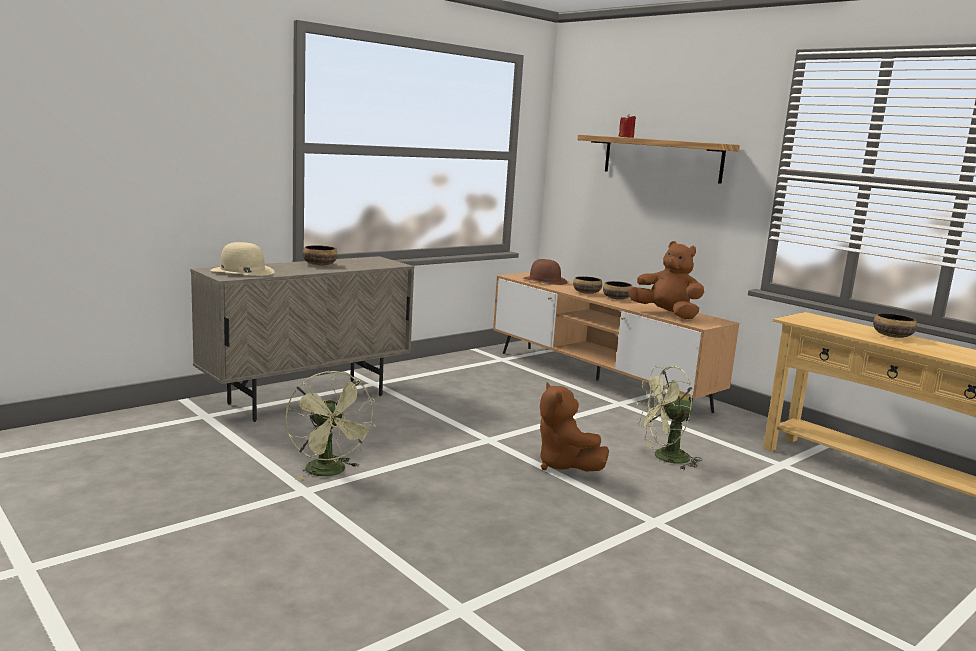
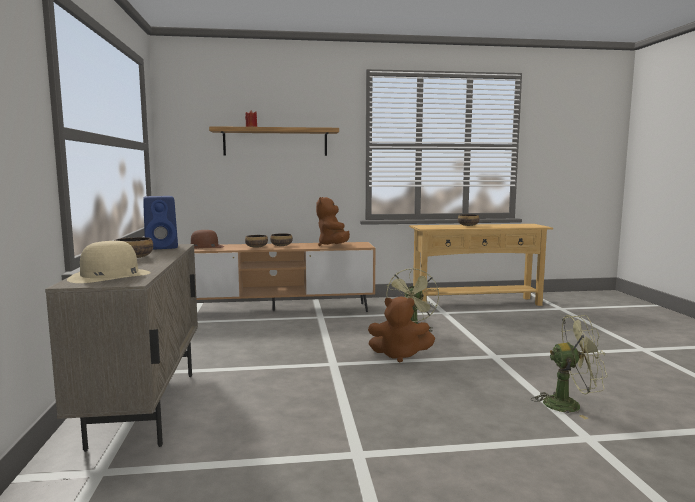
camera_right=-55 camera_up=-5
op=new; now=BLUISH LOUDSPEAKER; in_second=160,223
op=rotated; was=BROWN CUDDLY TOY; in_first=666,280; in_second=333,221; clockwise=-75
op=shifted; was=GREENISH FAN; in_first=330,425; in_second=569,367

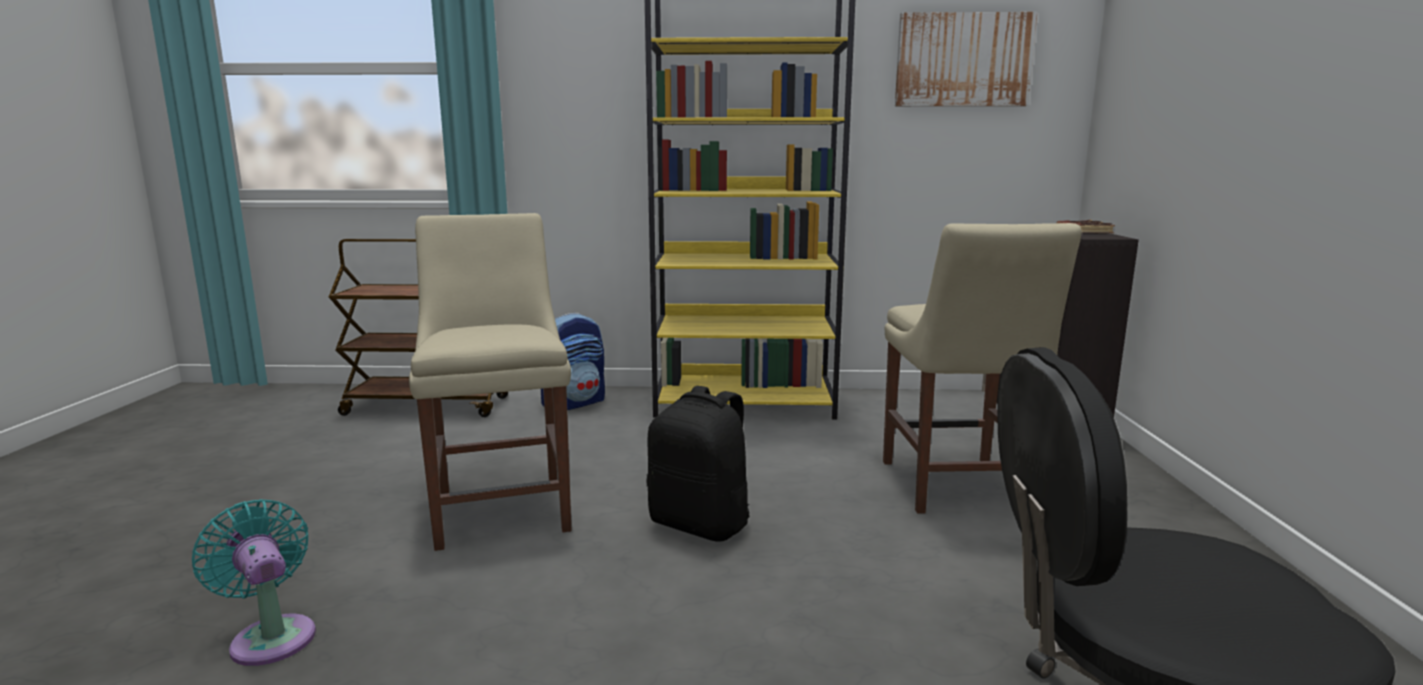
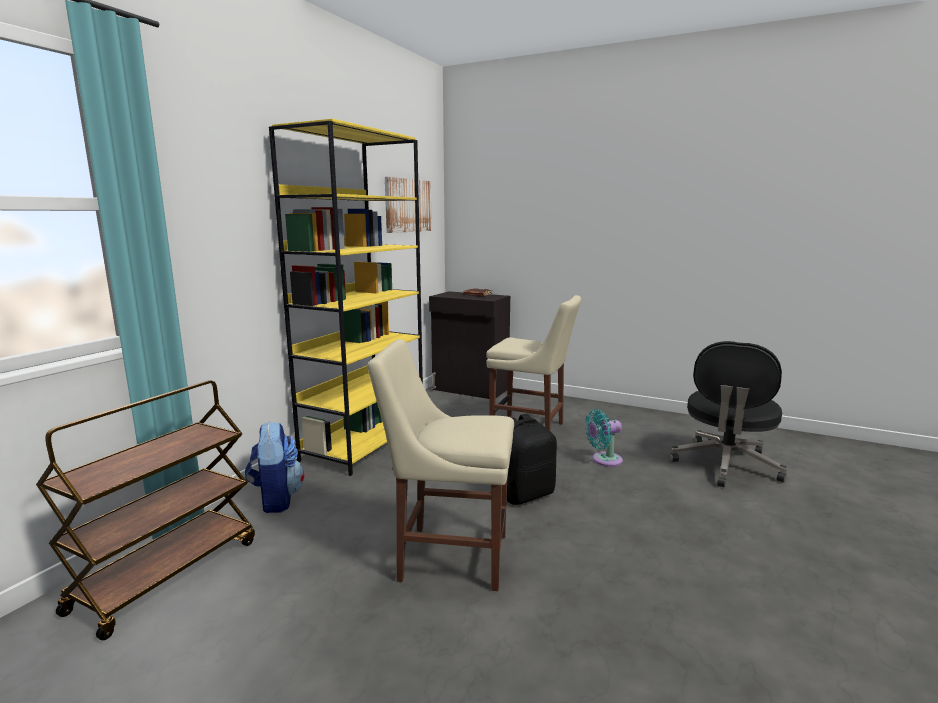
camera_right=-65 camera_up=0
op=shifted; was=BLUE-GREEN FAN; in_first=254,582; in_second=604,438

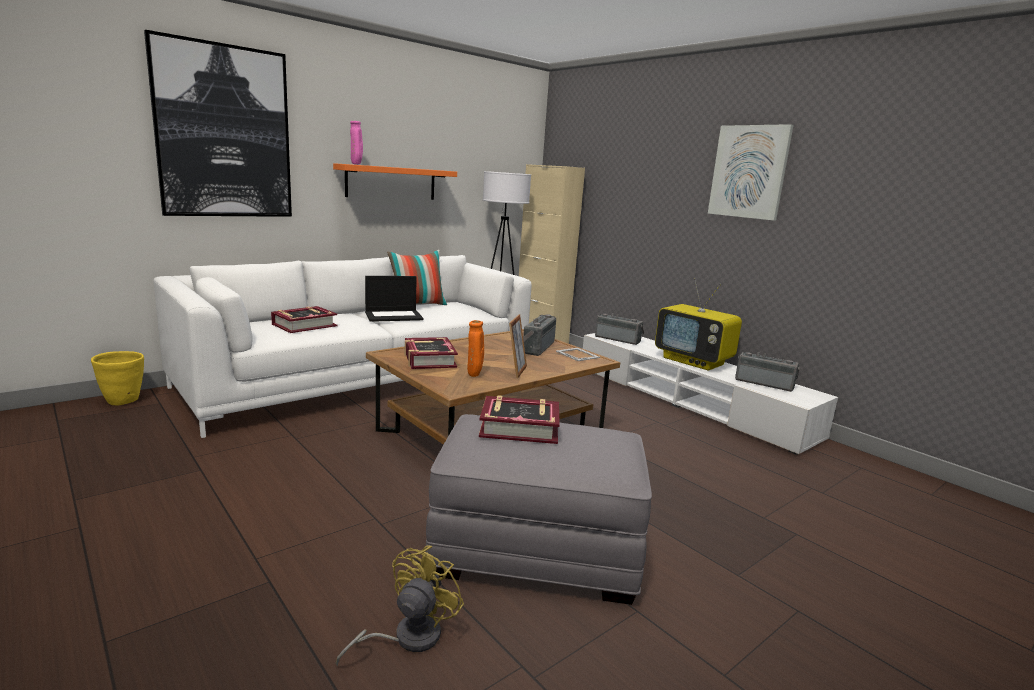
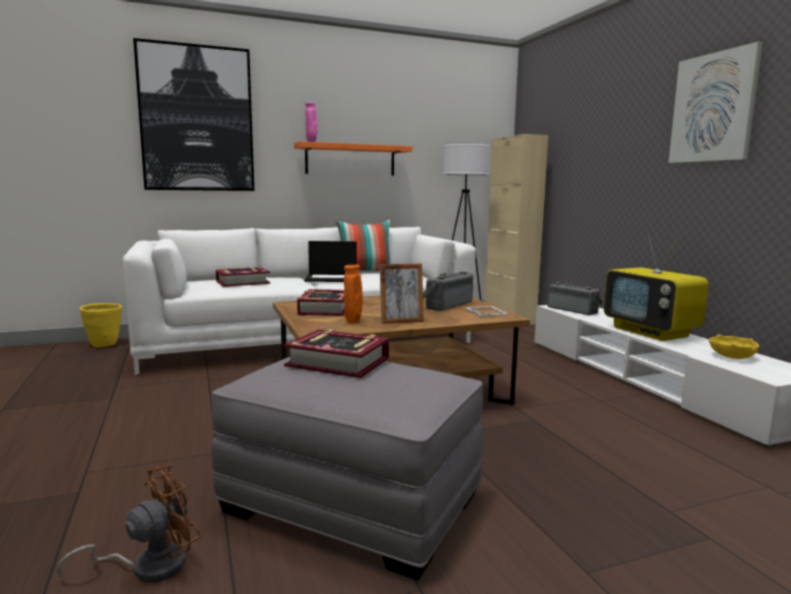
camera_right=20 camera_up=-5
op=repainted; was=YELLOW FAN; now=BROWN FAN; in_first=400,605; in_second=129,523
op=rotated; was=STANDING FRAME; in_first=518,346; in_second=402,294; clockwise=45
op=swapped; was=RADIO SET; now=YELLOW SERVING BOWL; in_first=767,372; in_second=734,346

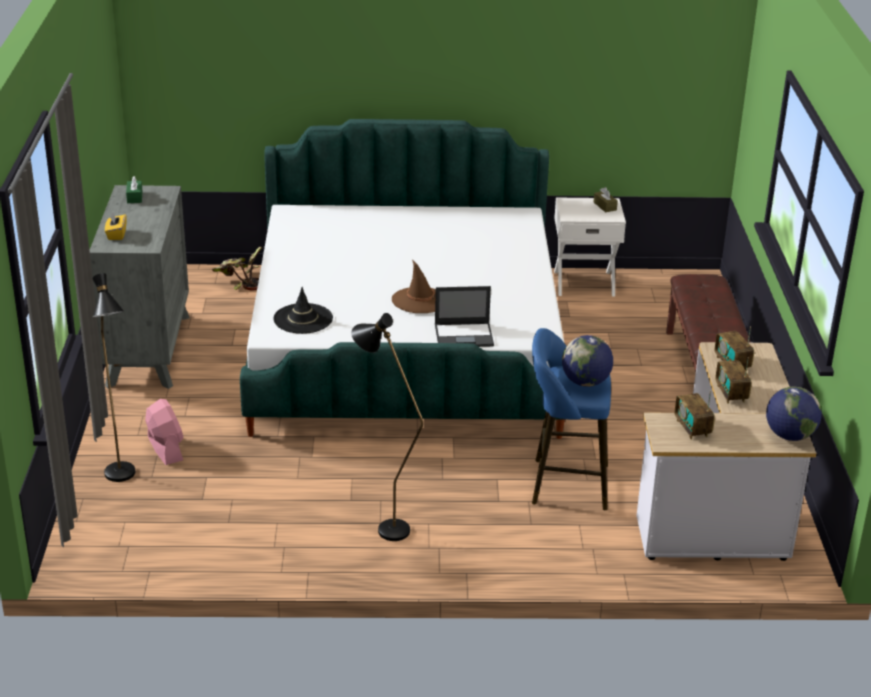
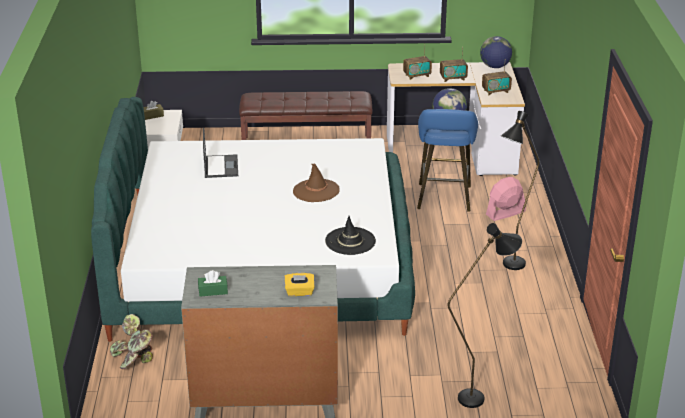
camera_right=-90 camera_up=0
op=shifted; was=NOTEBOOK COMPUTER; in_first=464,316; in_second=220,153
op=shifted; was=PINK-COLOURED FAN; in_first=164,432; in_second=506,199

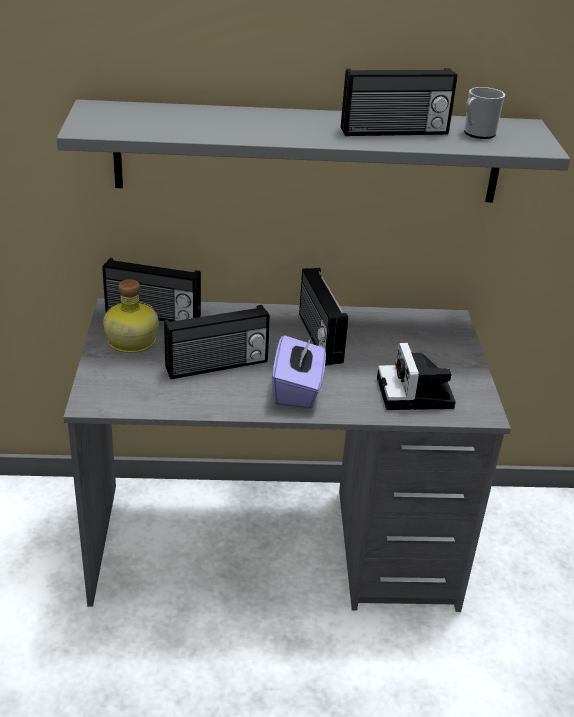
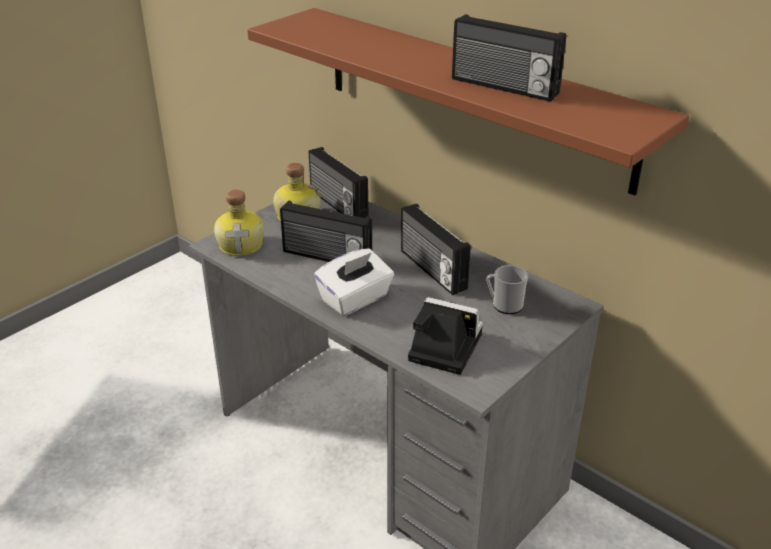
camera_right=45 camera_up=0
op=new; now=DRINK BOTTLE; in_second=239,223
op=repainted; was=GREYISH BRACKET SHELF; now=BROWN BRACKET SHELF; in_first=313,151; in_second=468,101
op=repainted; was=PURPLE-COLOURED BOX OF TISSUES; now=WHITE-COLOURED BOX OF TISSUES; in_first=299,372; in_second=354,282
op=rotated; was=RADIO SET; in_first=323,317; in_second=436,249; clockwise=-60
op=rotated; was=STILL CAMERA; in_first=416,376; in_second=445,336; clockwise=75
op=shifted; was=TEA MUG; in_first=484,113; in_second=507,289

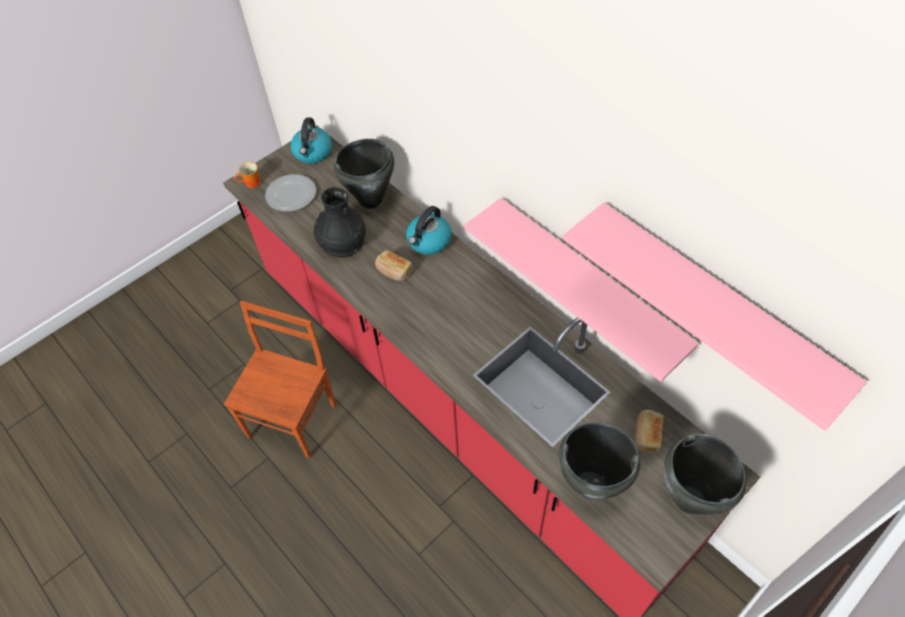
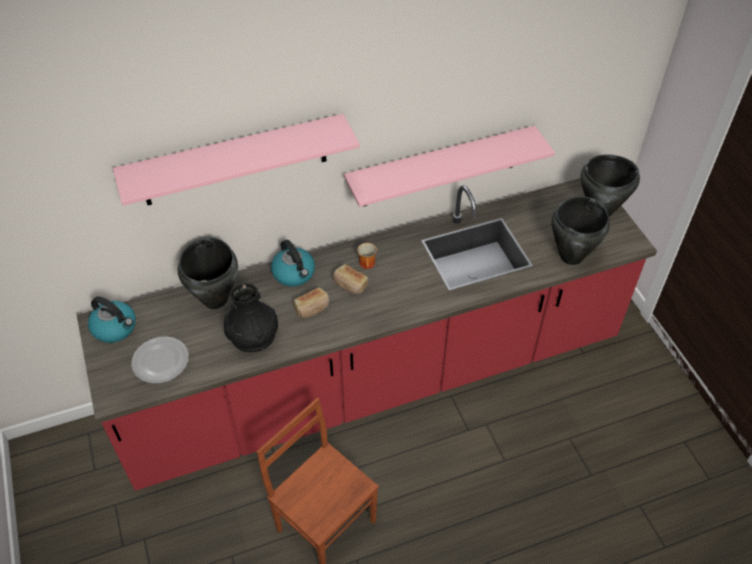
camera_right=-70 camera_up=-5
op=shifted; was=PINK-COLOURED BRACKET SHELF; in_first=714,317; in_second=236,160
op=shifted; was=BAKED BREAD; in_first=649,431; in_second=350,279
op=shifted; was=TEA MUG; in_first=247,175; in_second=367,256

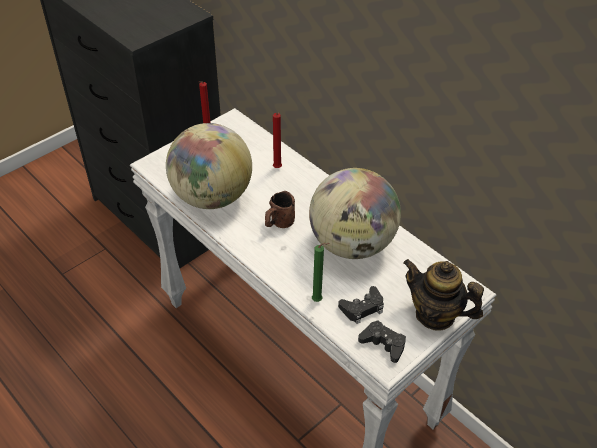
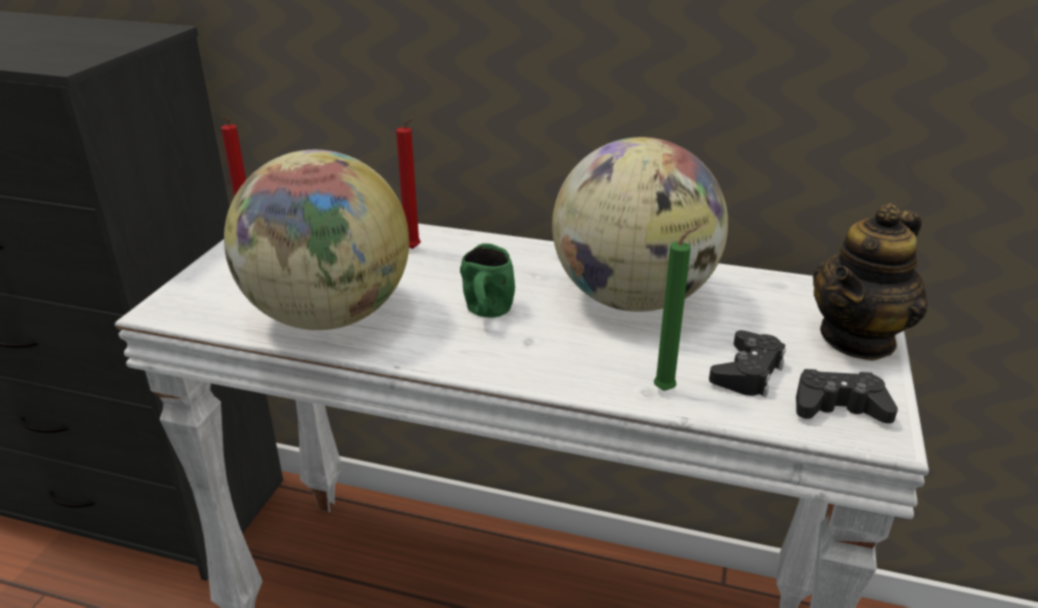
camera_right=-30 camera_up=-15
op=repainted; was=BROWN TEA MUG; now=GREENISH TEA MUG; in_first=280,209; in_second=487,280
op=rotated; was=TEA POT; in_first=443,295; in_second=870,282; clockwise=-45

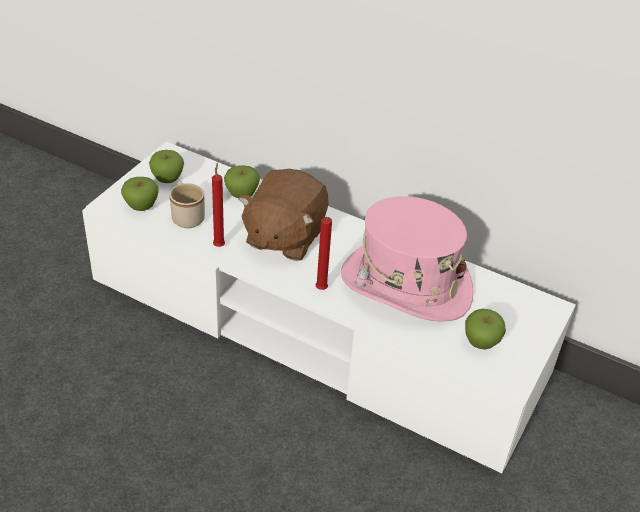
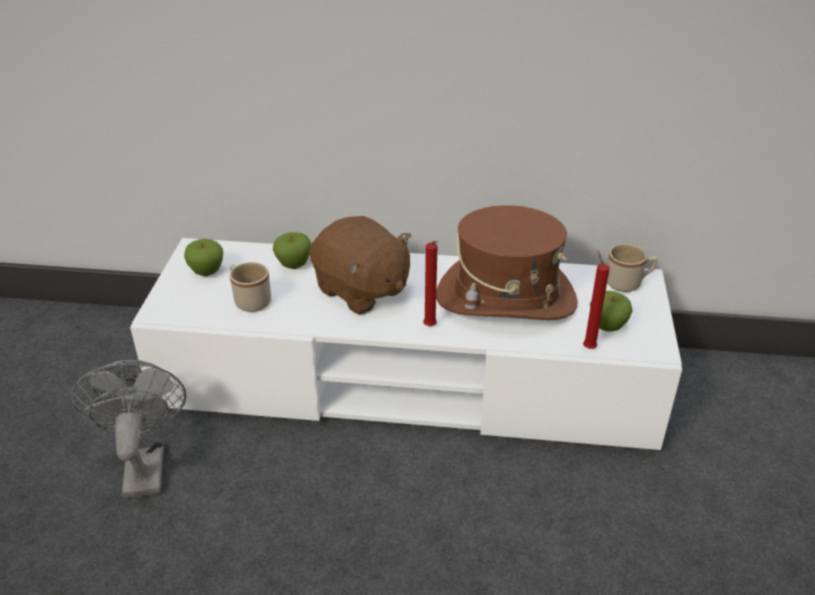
camera_right=-20 camera_up=-5
op=new; now=GREYISH FAN; in_second=128,429
op=rotated; was=BROWN CUDDLY TOY; in_first=283,215; in_second=360,265; clockwise=-45
op=repainted; was=PINK-COLOURED HAT; now=BROWN HAT; in_first=407,259; in_second=507,262
op=shifted; was=RED CANDLE; in_first=218,205; in_second=596,300
op=new; now=BEIGE-COLOURED TEA MUG; in_second=632,268
op=gone; was=APPLE; in_first=140,194

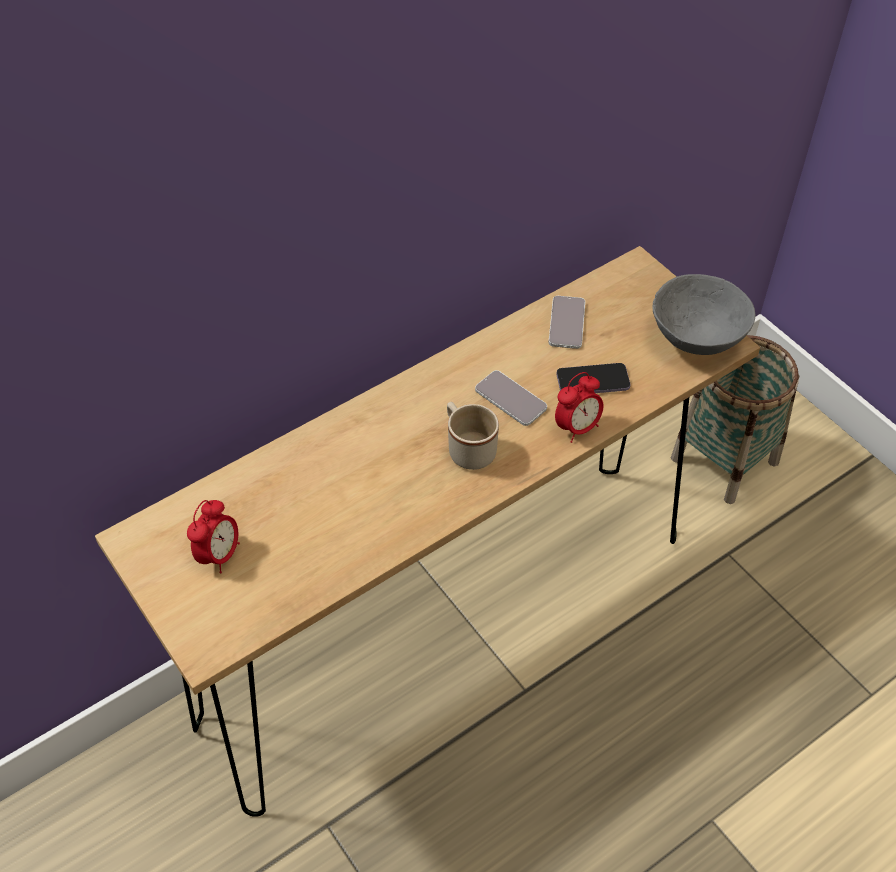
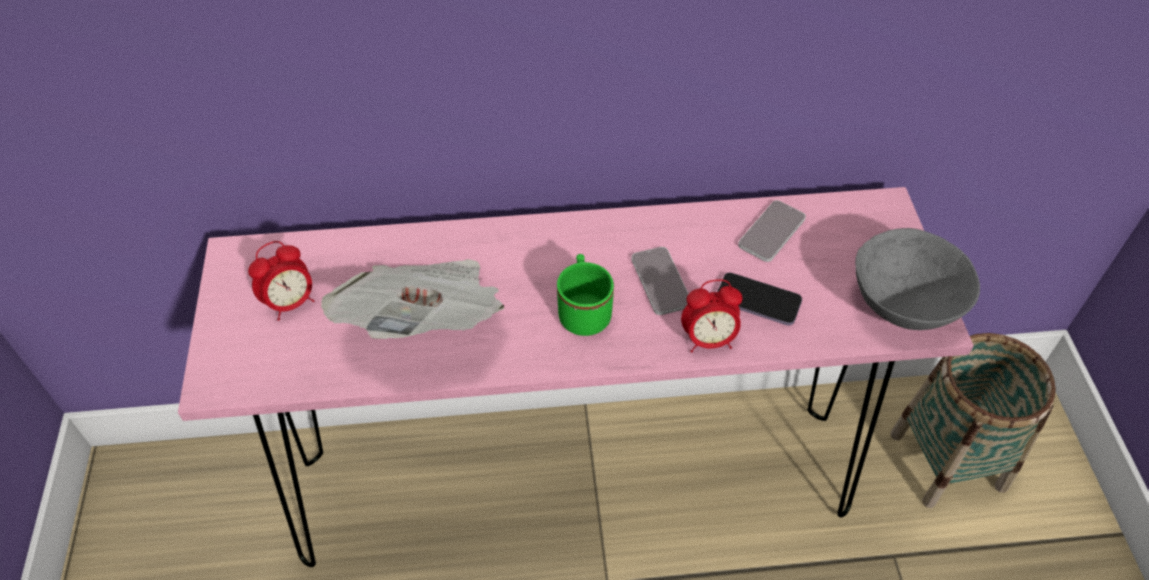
camera_right=30 camera_up=0
op=repainted; was=BROWN NARROW TABLE; now=PINK-COLOURED NARROW TABLE; in_first=427,531; in_second=575,377
op=new; now=NEWSPAPER; in_second=413,299
op=repainted; was=BEIGE-COLOURED TEA MUG; now=GREENISH TEA MUG; in_first=473,436; in_second=585,295

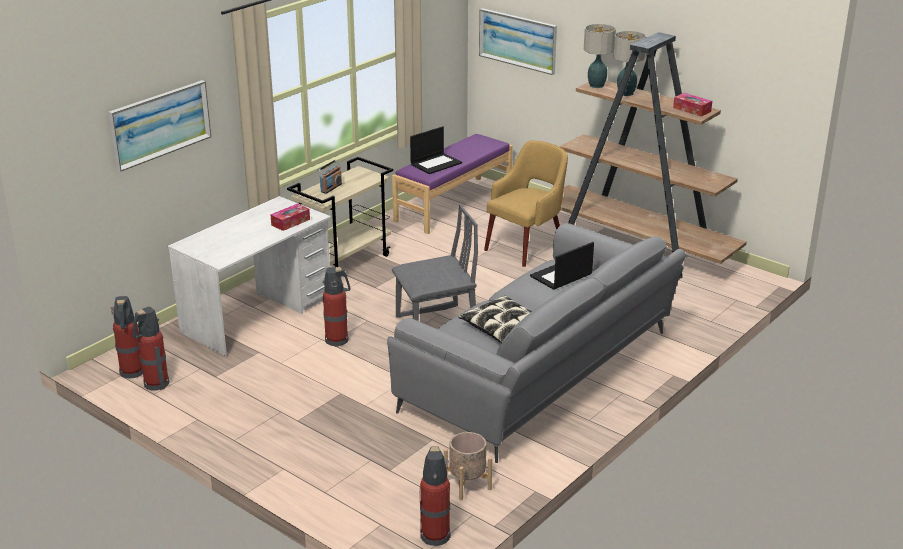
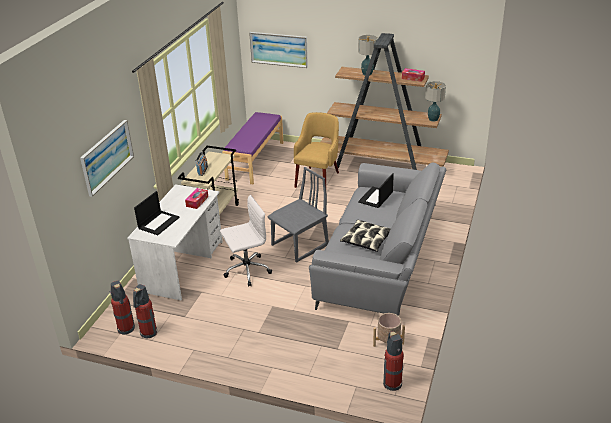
camera_right=-20 camera_up=5
op=shifted; was=NOTEBOOK COMPUTER; in_first=436,150; in_second=157,213
op=swapped; was=FIRE EXTINGUISHER; now=WHITE-COLOURED COMPUTER CHAIR; in_first=336,307; in_second=246,241
op=shifted; was=TABLE LAMP; in_first=600,56; in_second=435,101

